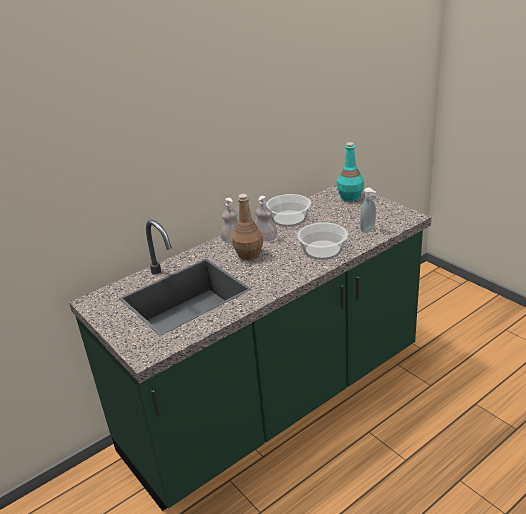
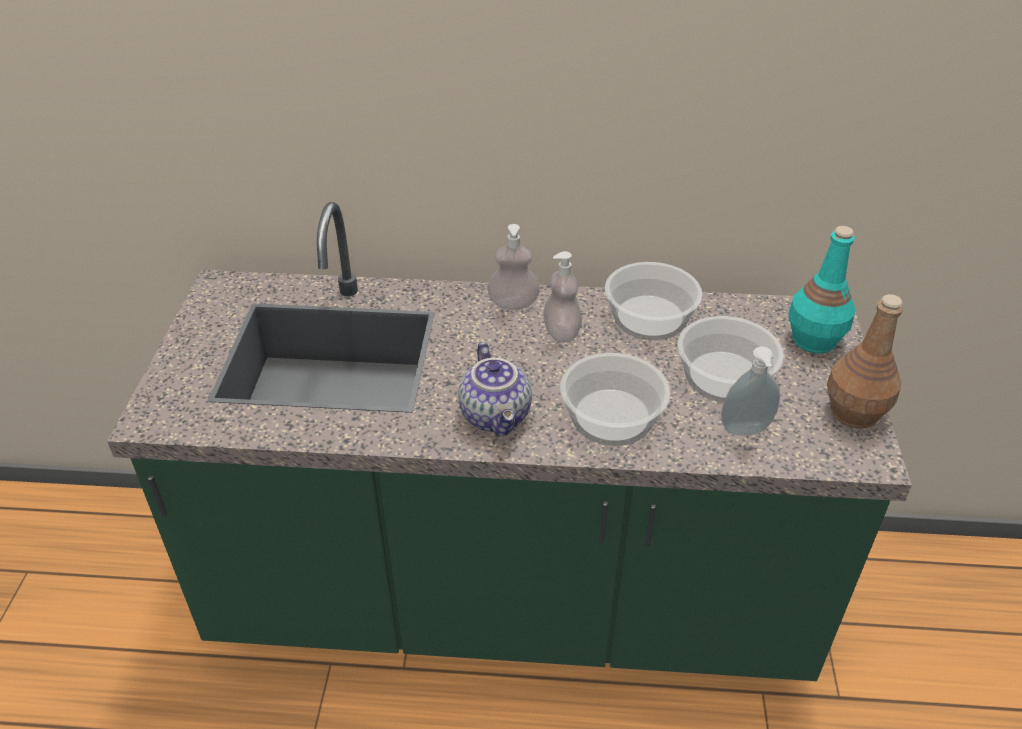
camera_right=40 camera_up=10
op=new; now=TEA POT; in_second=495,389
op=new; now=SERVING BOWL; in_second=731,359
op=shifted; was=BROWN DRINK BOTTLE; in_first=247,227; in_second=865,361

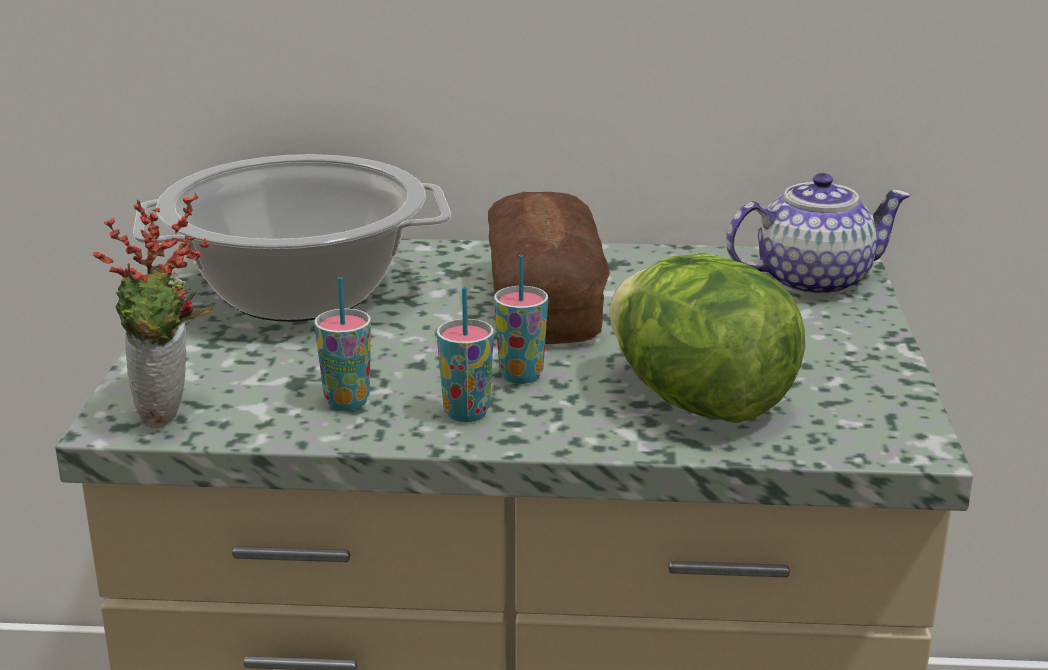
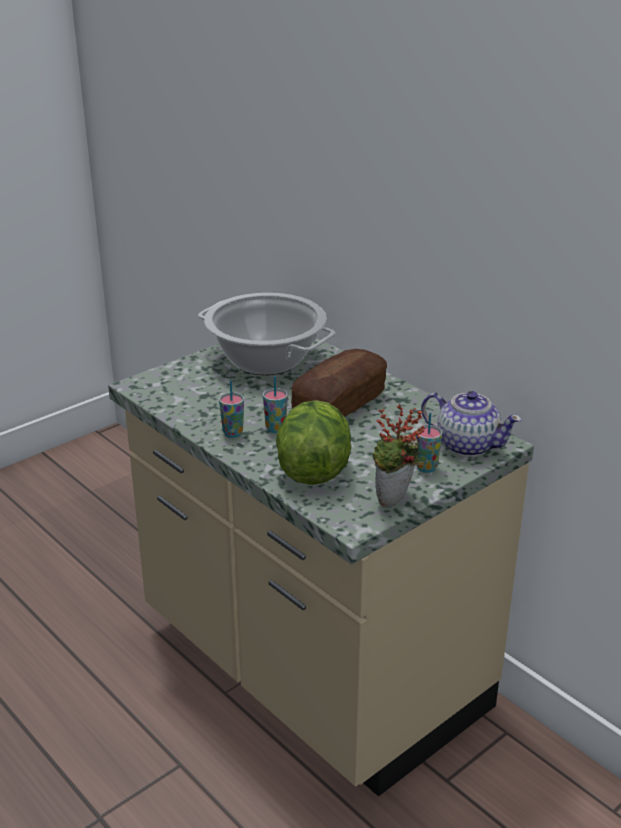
camera_right=45 camera_up=5
op=shifted; was=PLANT IN A POT; in_first=153,310; in_second=398,456
op=shifted; was=SMALL CUP; in_first=342,343; in_second=429,443

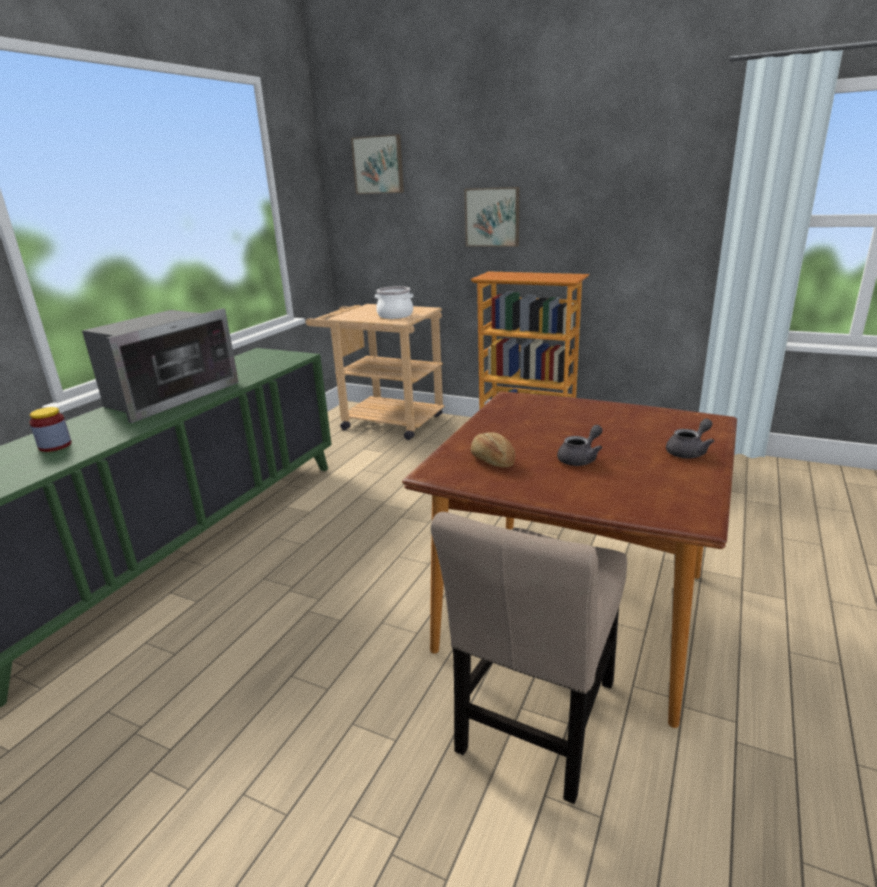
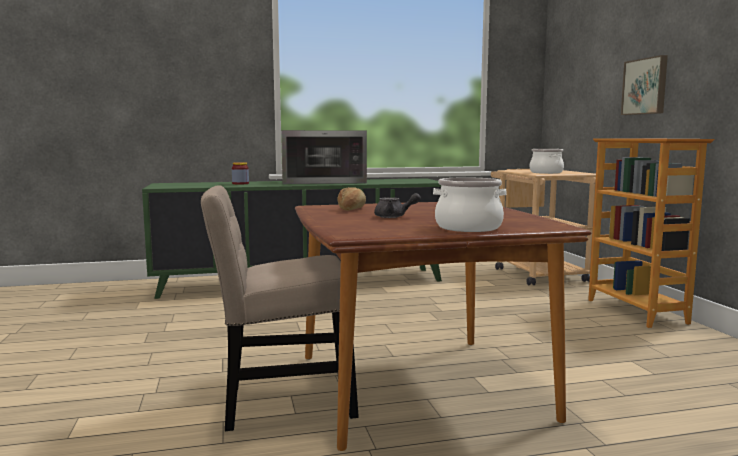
camera_right=50 camera_up=-15
op=swapped; was=GREYISH TEA POT; now=SAUCEPOT; in_first=690,438; in_second=470,204
op=gone; was=WALL PICTURE; in_first=377,164

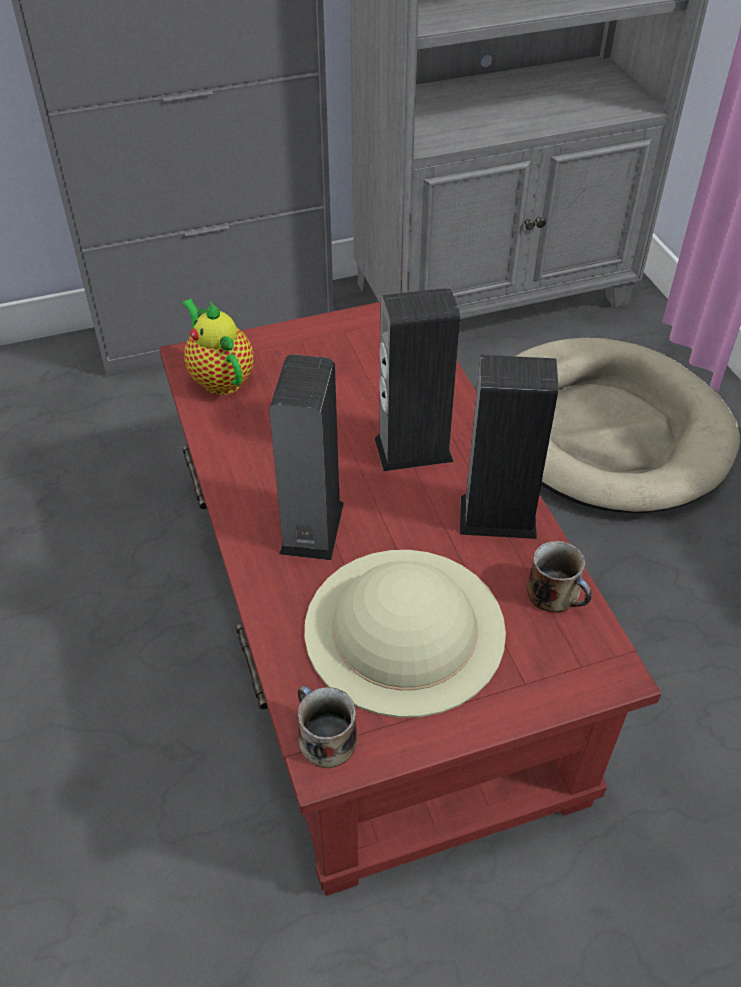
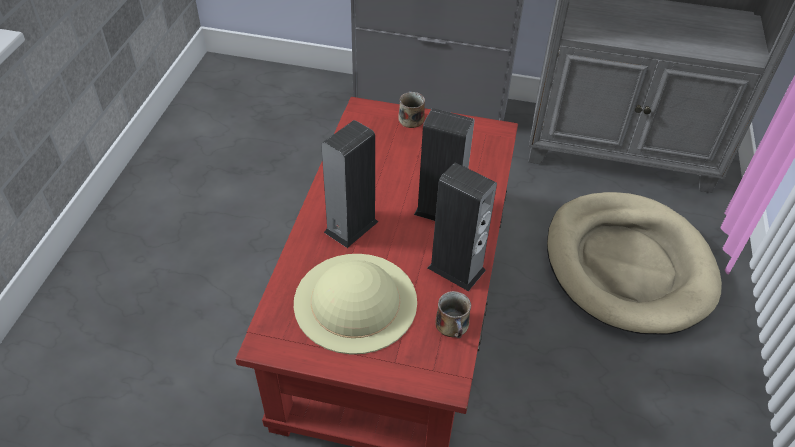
camera_right=30 camera_up=0
op=shifted; was=TEA MUG; in_first=327,727; in_second=411,109
op=gone; was=TEA POT; in_first=218,347

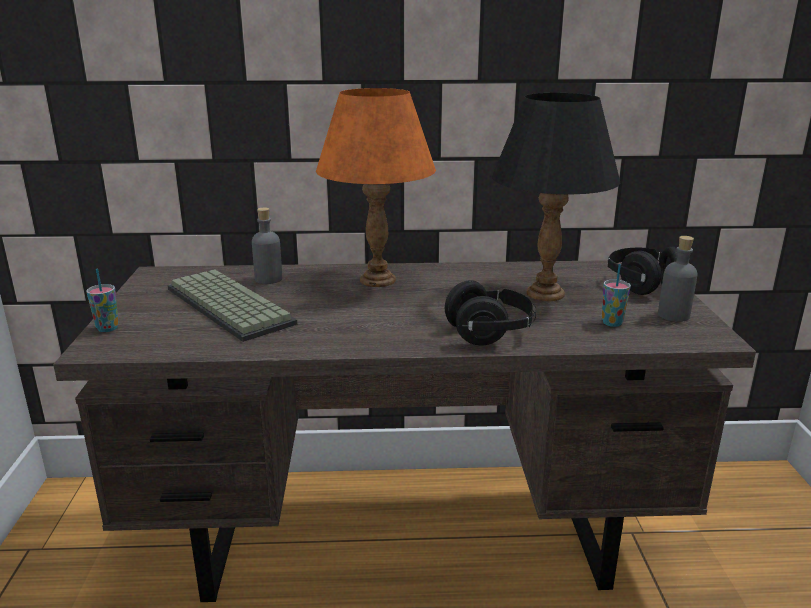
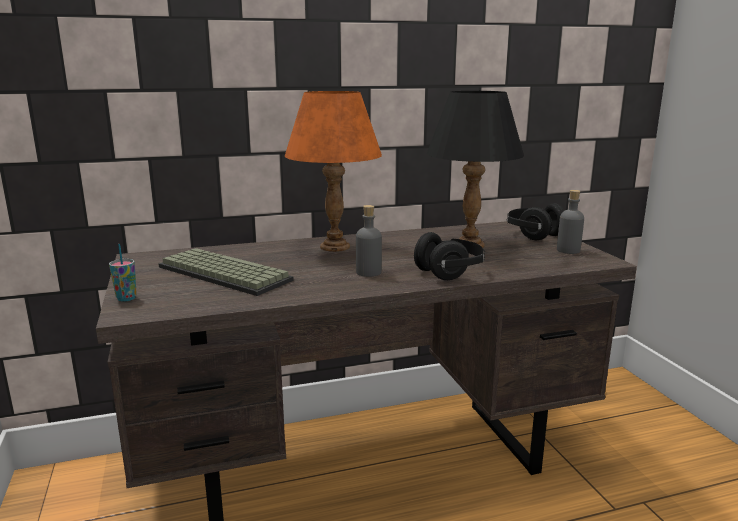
camera_right=-15 camera_up=-5
op=shifted; was=GREYISH DRINK BOTTLE; in_first=267,246; in_second=369,241
op=gone; was=SMALL CUP; in_first=616,295

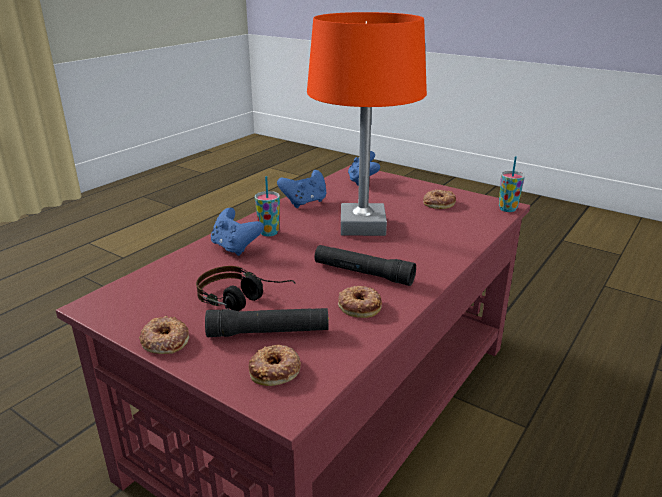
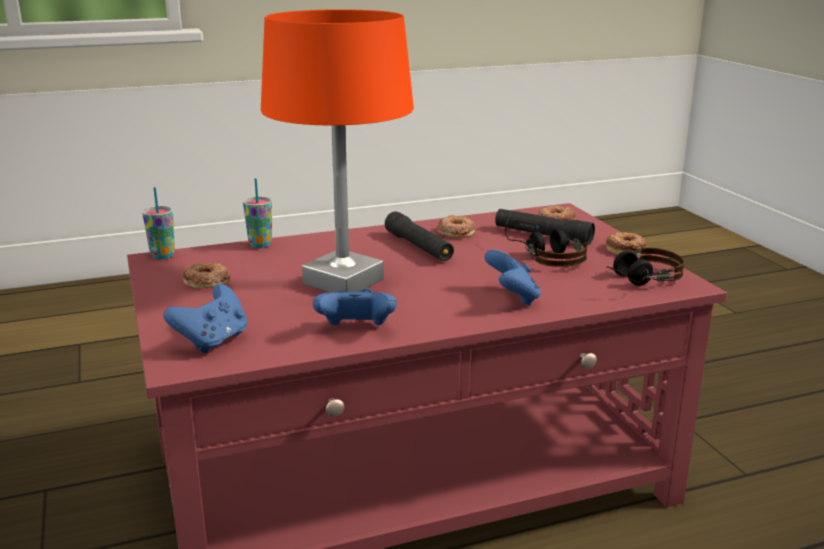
camera_right=-145 camera_up=-5
op=shifted; was=SMALL CUP; in_first=267,206; in_second=257,213
op=new; now=HEADPHONES; in_second=646,267

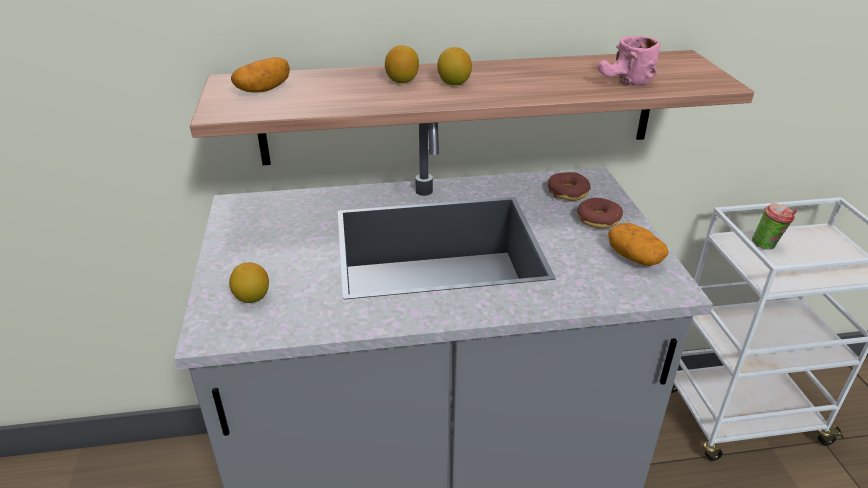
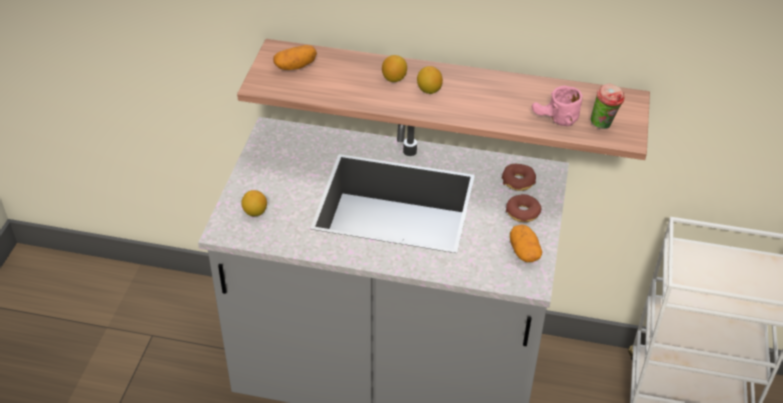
camera_right=20 camera_up=10
op=shifted; was=SMALL CUP; in_first=774,226; in_second=607,106

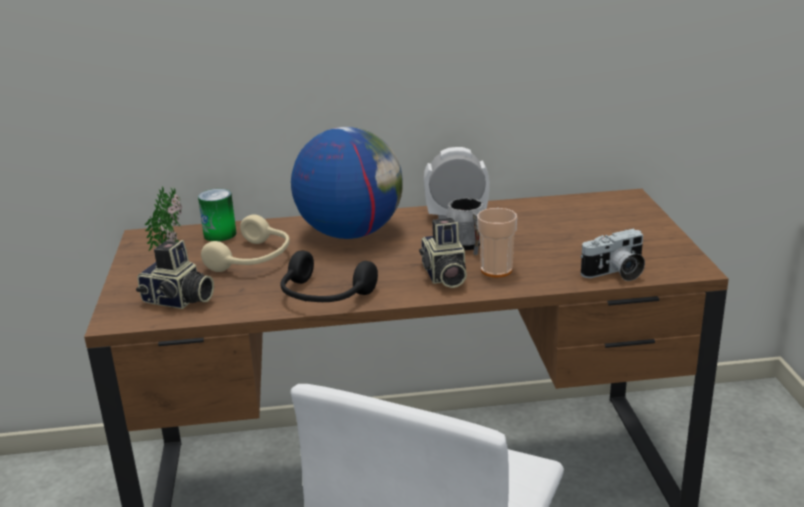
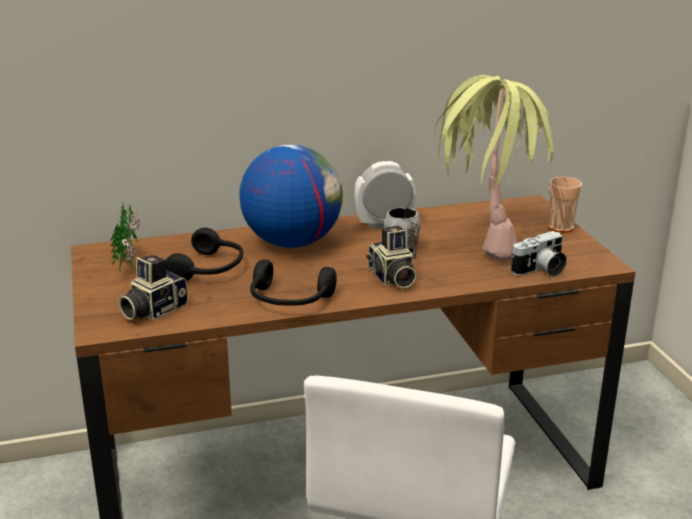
camera_right=-10 camera_up=0
op=rotated; was=STILL CAMERA; in_first=175,274; in_second=153,287; clockwise=120
op=repainted; was=BEIGE-COLOURED HEADPHONES; now=BLACKISH HEADPHONES; in_first=245,243; in_second=204,254
op=new; now=PLANT IN A POT; in_second=494,167
op=shifted; was=SMALL CUP; in_first=497,243; in_second=565,205
op=gone; was=SEALED CAN; in_first=217,215

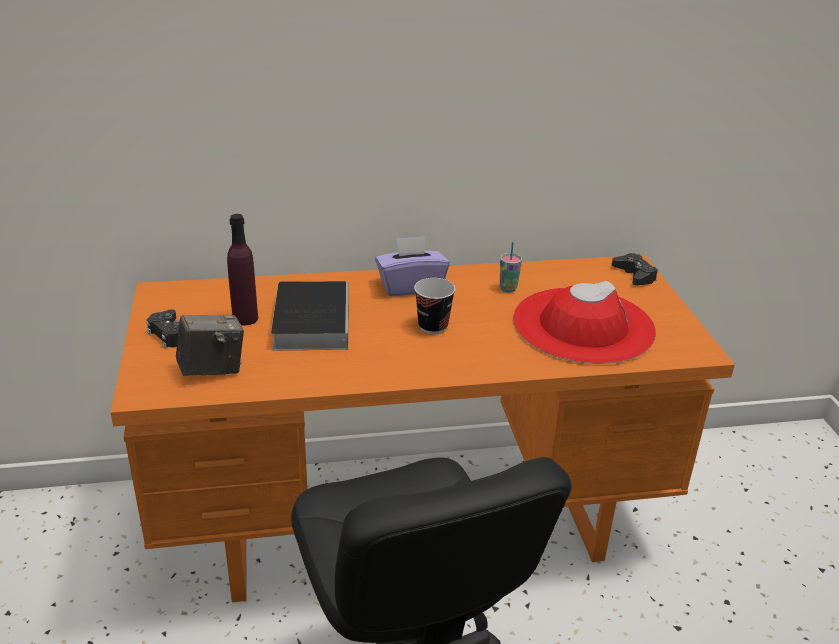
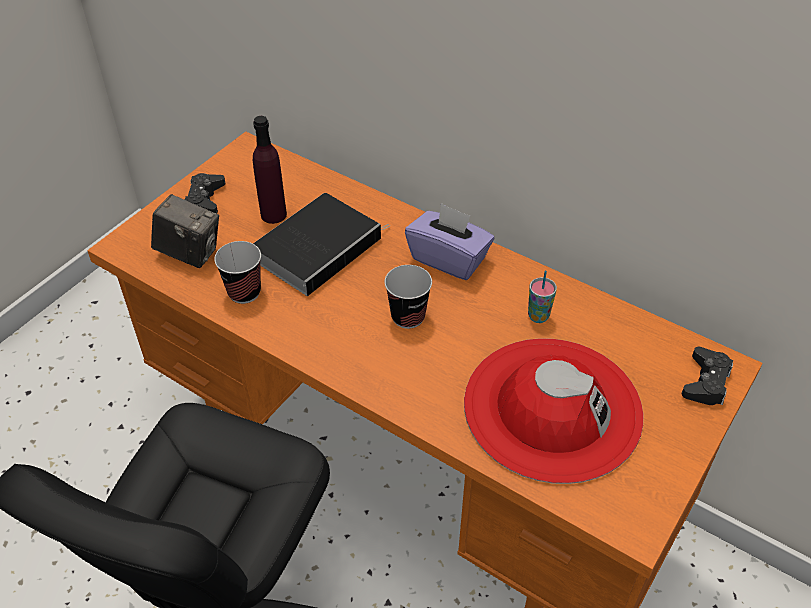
camera_right=45 camera_up=15
op=new; now=SMALL CUP; in_second=237,272

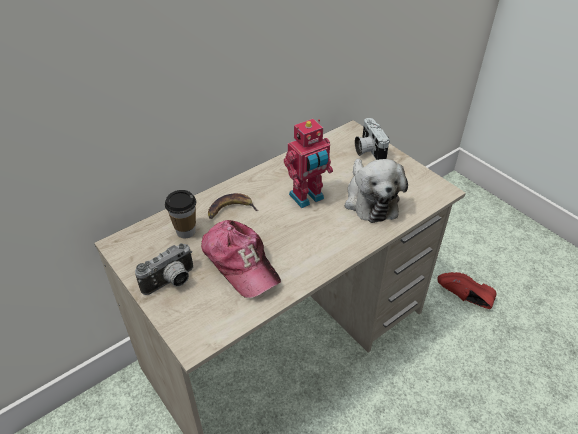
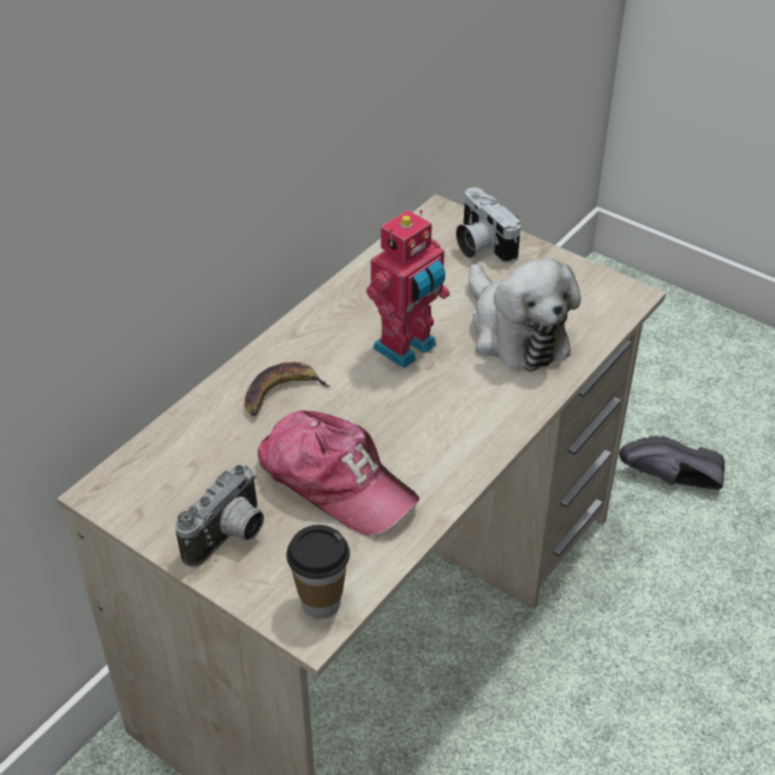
camera_right=-15 camera_up=0
op=shifted; was=SMALL CUP; in_first=180,214; in_second=318,572
op=repainted; was=RED SHOE; now=BLACKISH SHOE; in_first=466,290; in_second=672,463

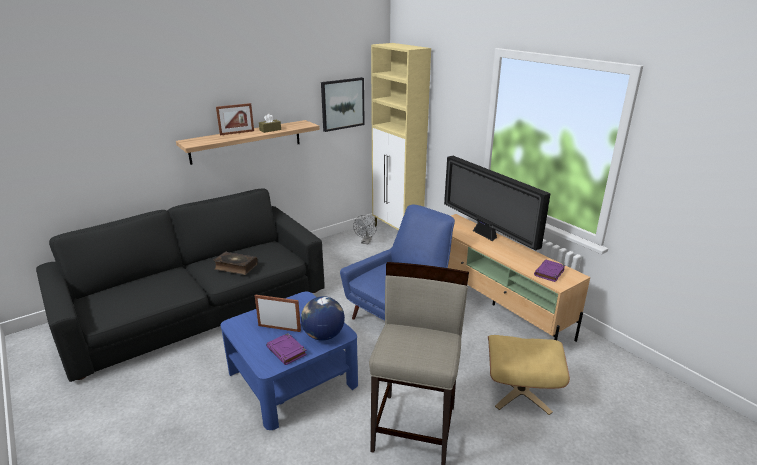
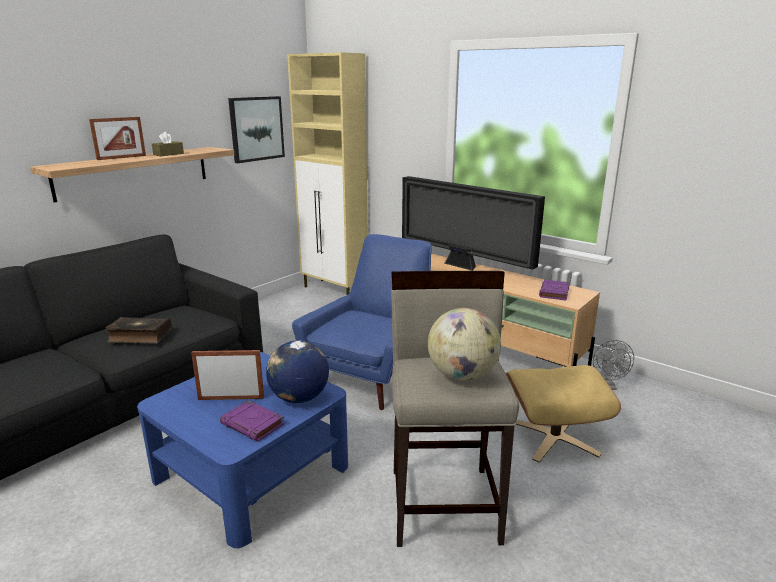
camera_right=-15 camera_up=-5
op=new; now=GLOBE; in_second=464,344
op=shifted; was=GREYISH FAN; in_first=365,229; in_second=613,365

